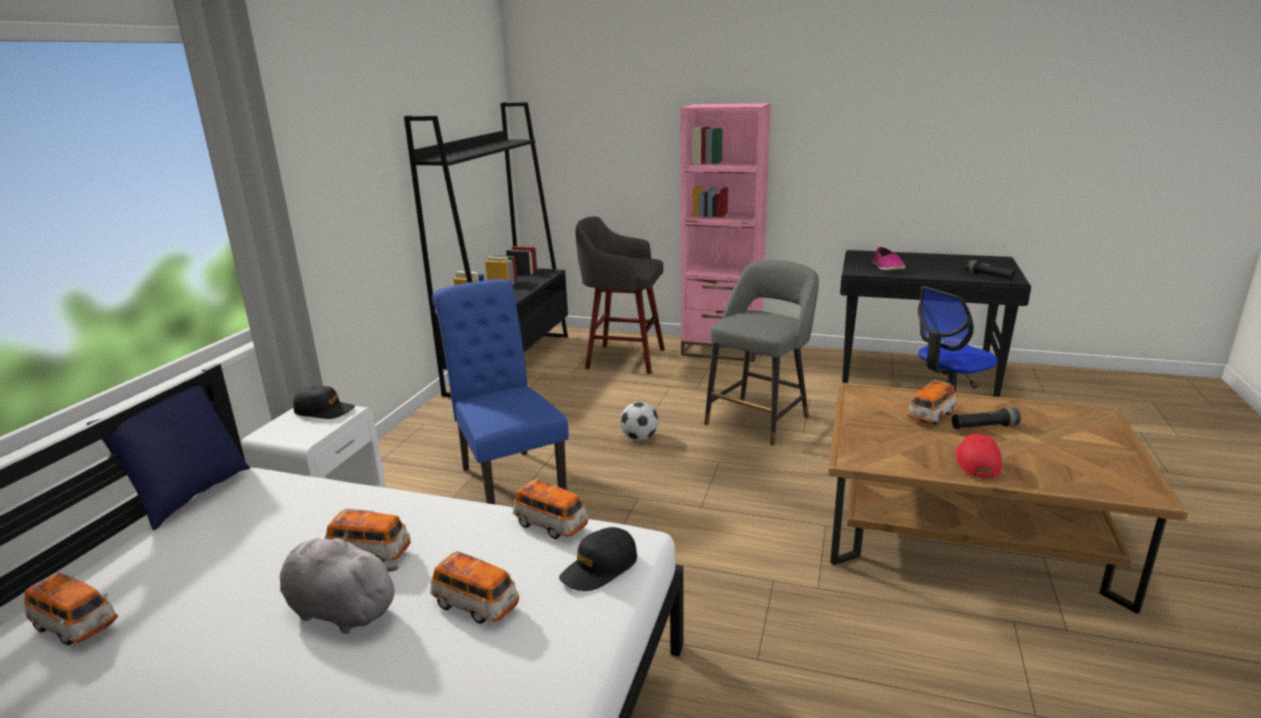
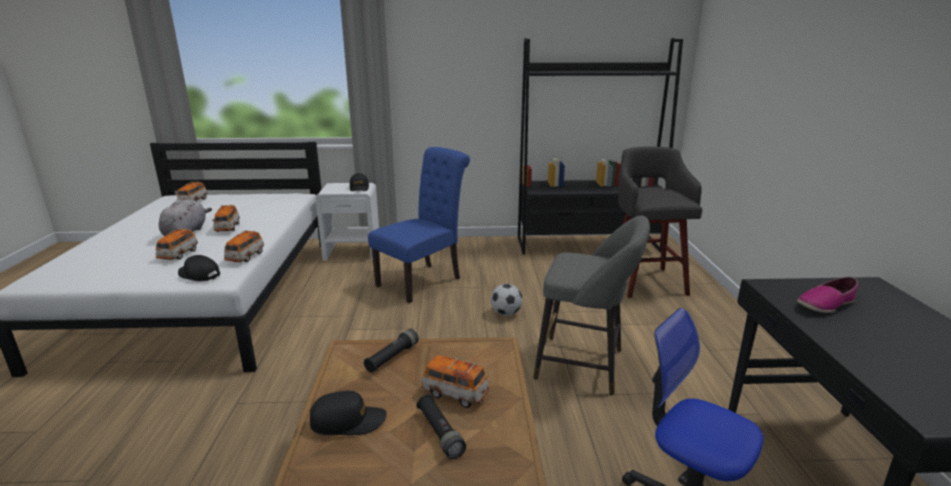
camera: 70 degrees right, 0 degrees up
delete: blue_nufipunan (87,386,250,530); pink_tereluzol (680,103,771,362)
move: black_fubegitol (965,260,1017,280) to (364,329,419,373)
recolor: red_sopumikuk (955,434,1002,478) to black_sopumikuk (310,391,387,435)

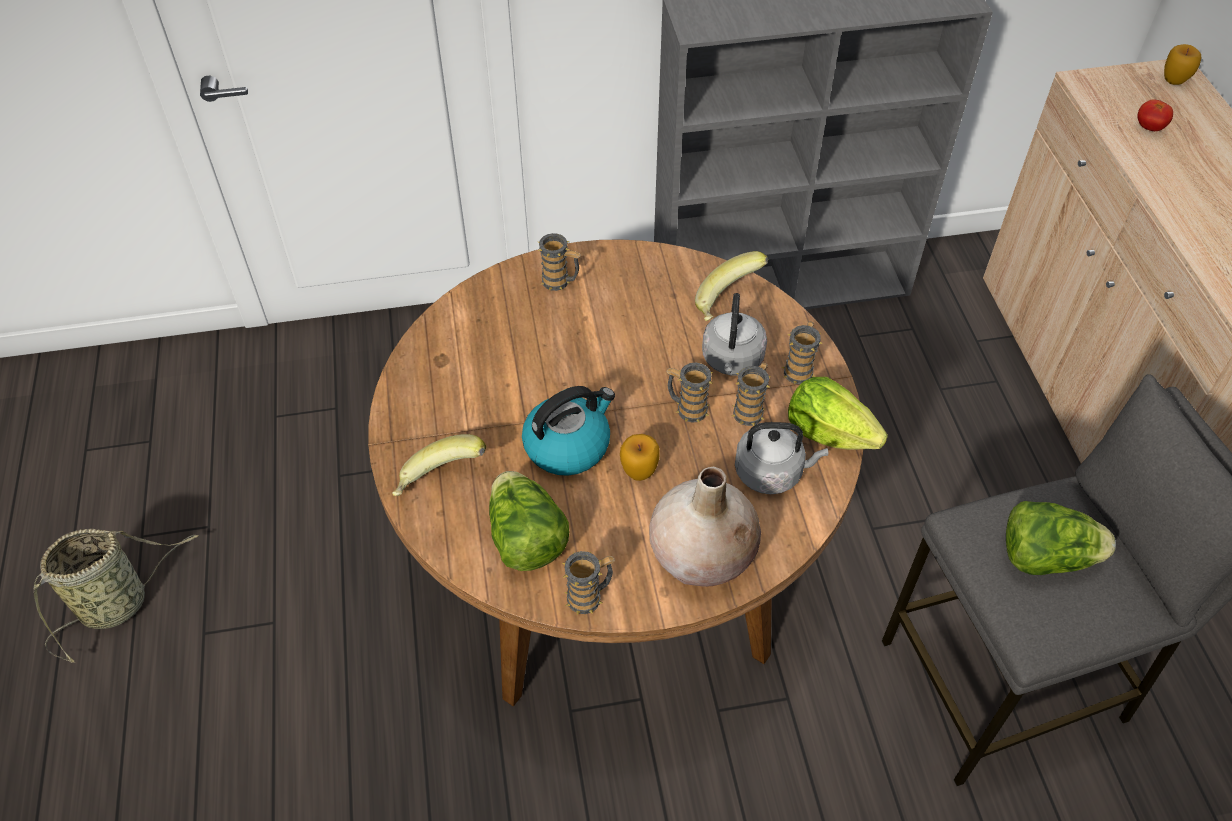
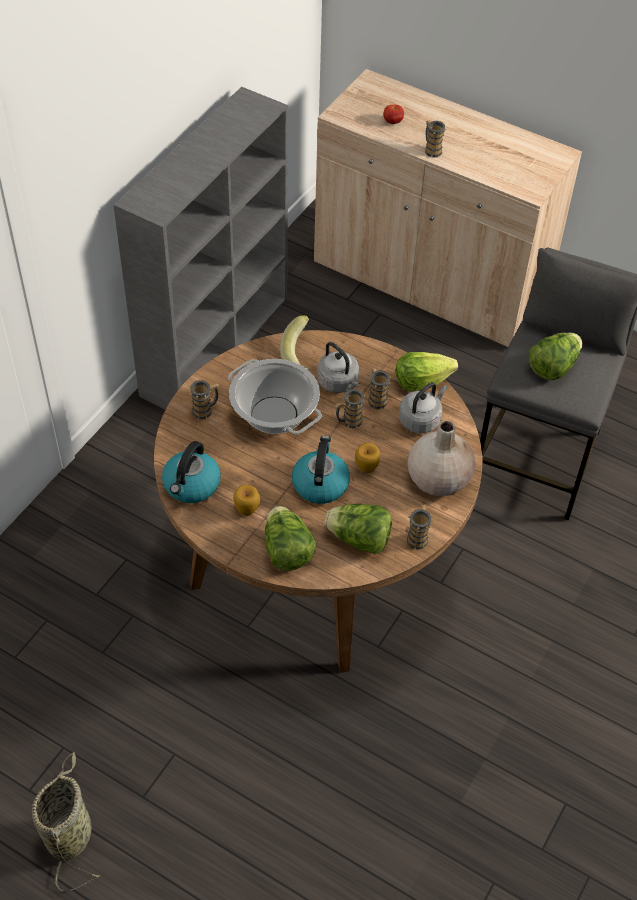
camera: 50 degrees left, 0 degrees up
insert: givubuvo (162,441,221,503); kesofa (228,359,322,434)
move: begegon (782,321,823,385) to (424,121,446,158); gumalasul (1164,44,1201,85) to (233,485,260,516)
replace: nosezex (392,434,486,496) to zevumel (265,506,316,571)

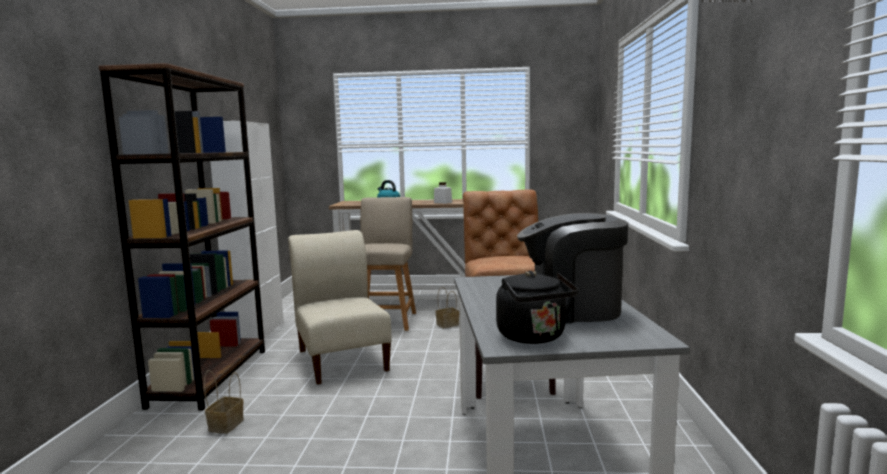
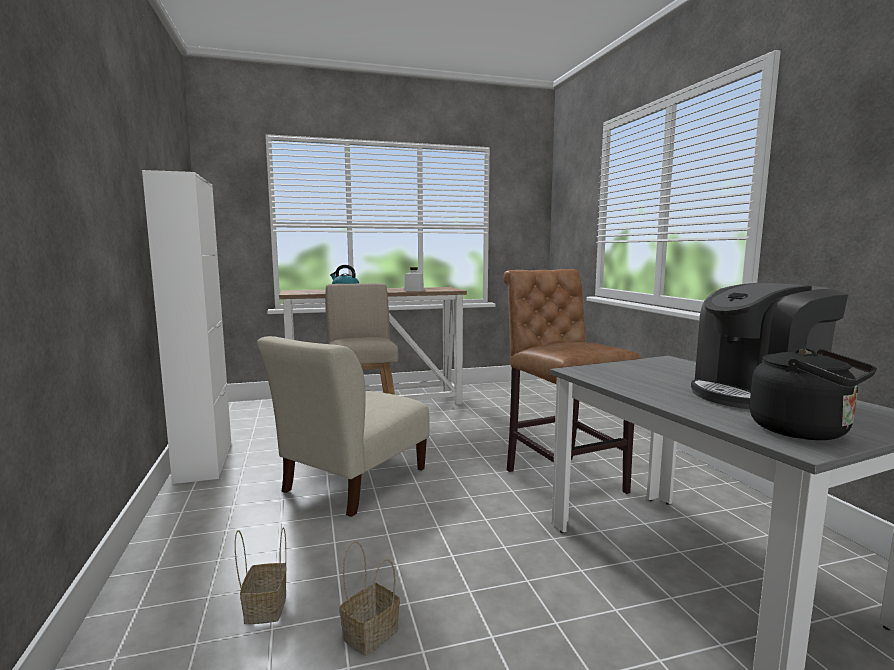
camera: 20 degrees left, 0 degrees up
delete: brown_tereluzol (99,63,265,410)
move: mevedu (435,287,459,329) to (339,541,400,656)
rotate: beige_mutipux (288,230,392,385) = (257,336,430,517) 105 degrees counterclockwise

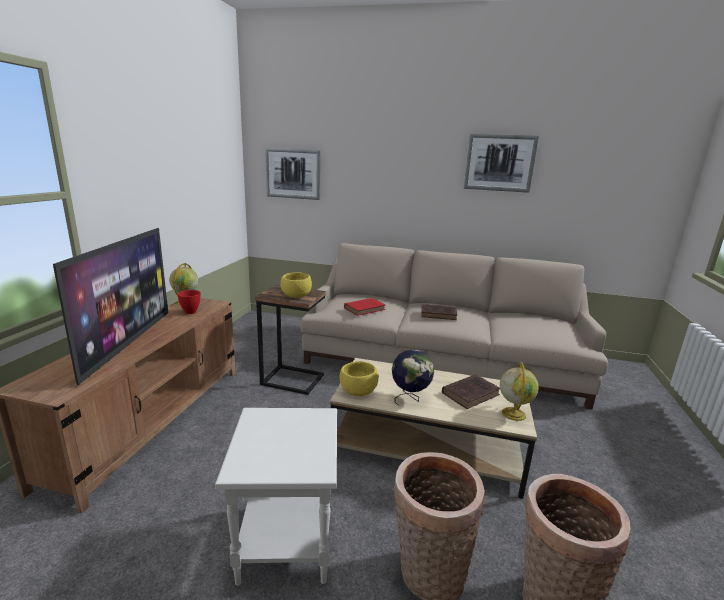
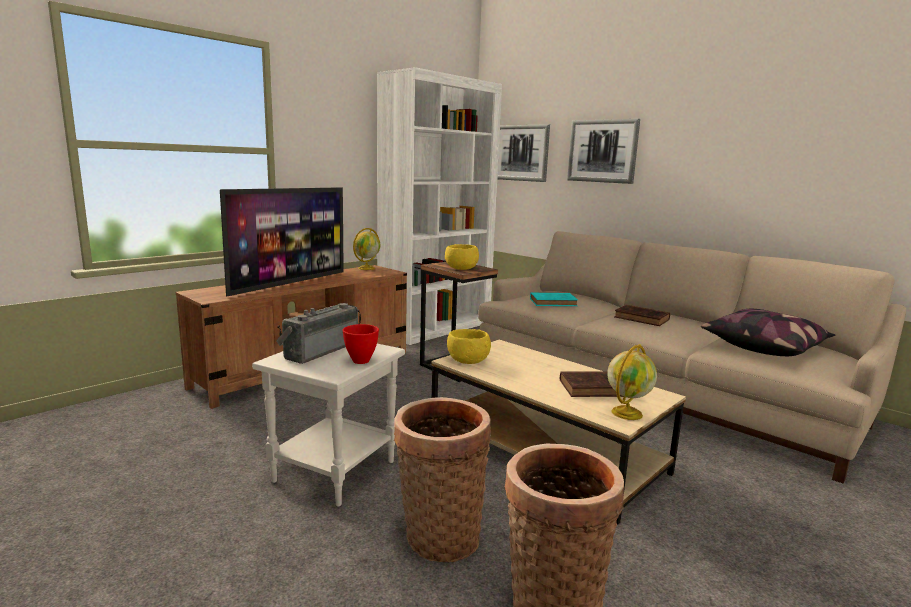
camera: 30 degrees right, 5 degrees down
delete: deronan (392,350,434,406)
insert: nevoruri (276,303,358,364); white_tereluzol (377,67,502,345); nufipunan (701,309,835,356)
move: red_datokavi (177,290,201,314) to (343,324,379,364); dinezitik (464,134,539,193) to (567,119,640,184)
recolor: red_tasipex (344,298,385,316) to turquoise_tasipex (530,293,578,306)

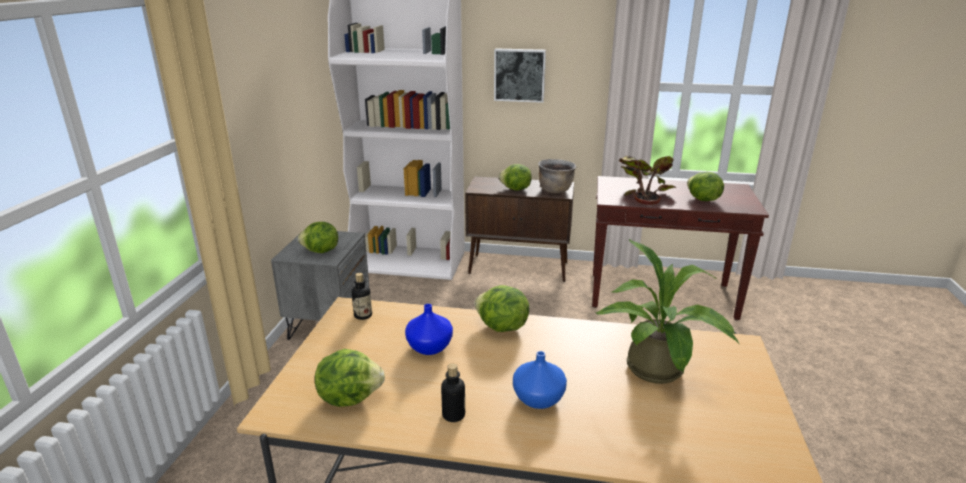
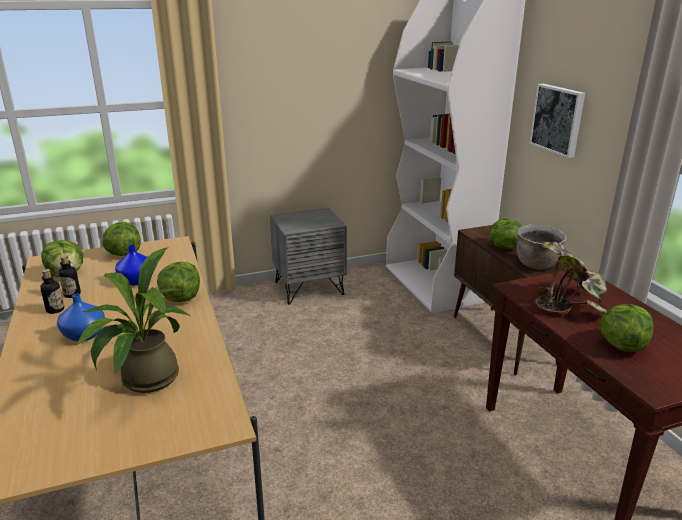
camera: 60 degrees right, 0 degrees up
move: zevumel (298,222,338,253) to (103,222,141,256); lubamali (351,273,372,320) to (58,255,81,298)

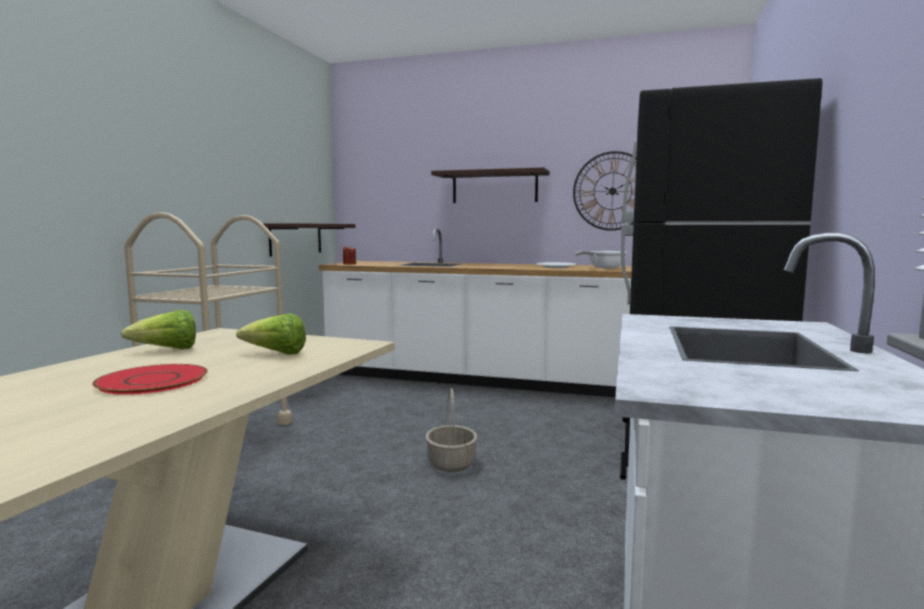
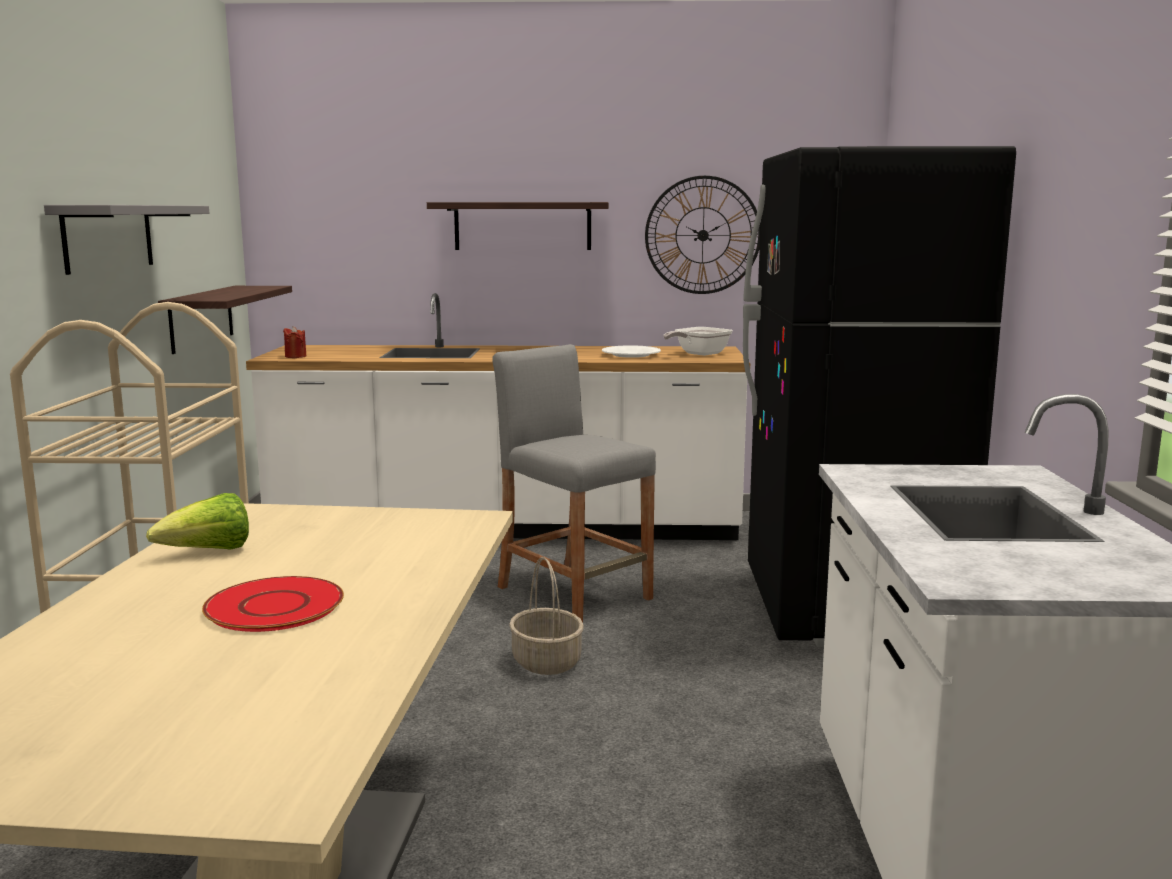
camera: 15 degrees left, 5 degrees up
delete: zevumel (236,313,306,355)
insert: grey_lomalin (44,205,209,275); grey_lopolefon (492,344,656,622)

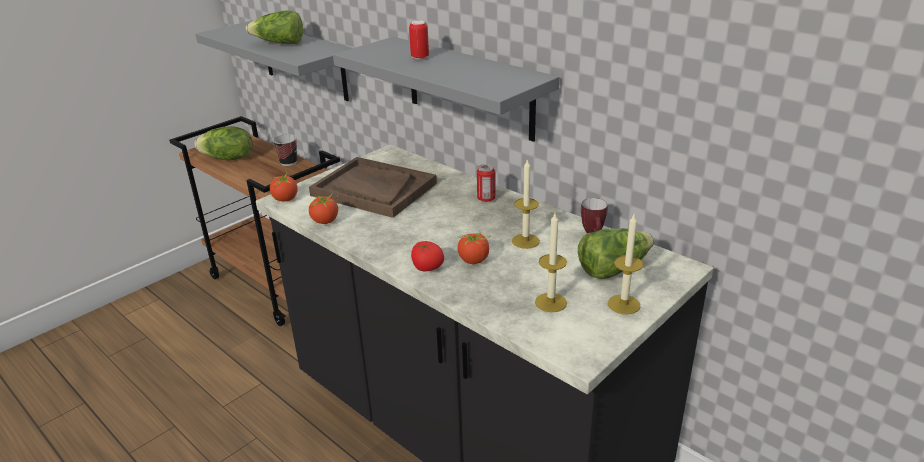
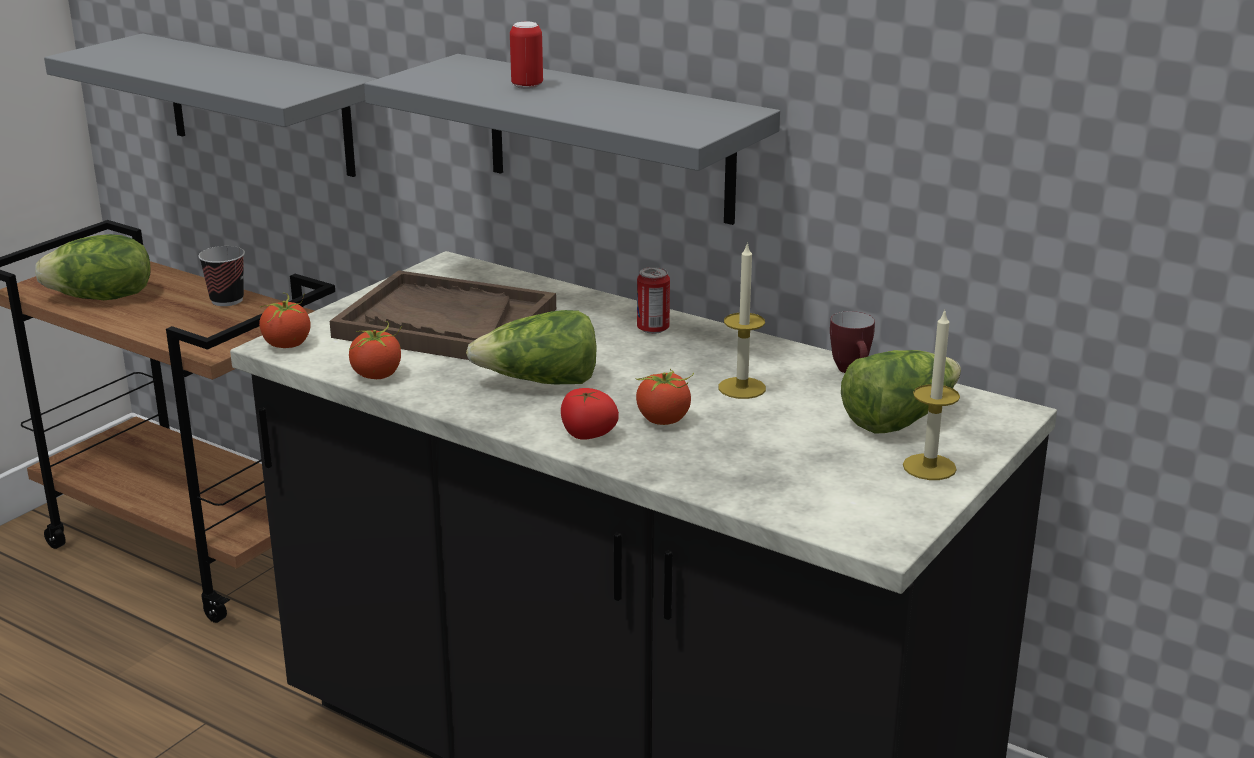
camera: 10 degrees left, 5 degrees down
delete: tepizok (535,213,567,312)
move: zevumel (246,10,303,44) to (466,310,597,384)

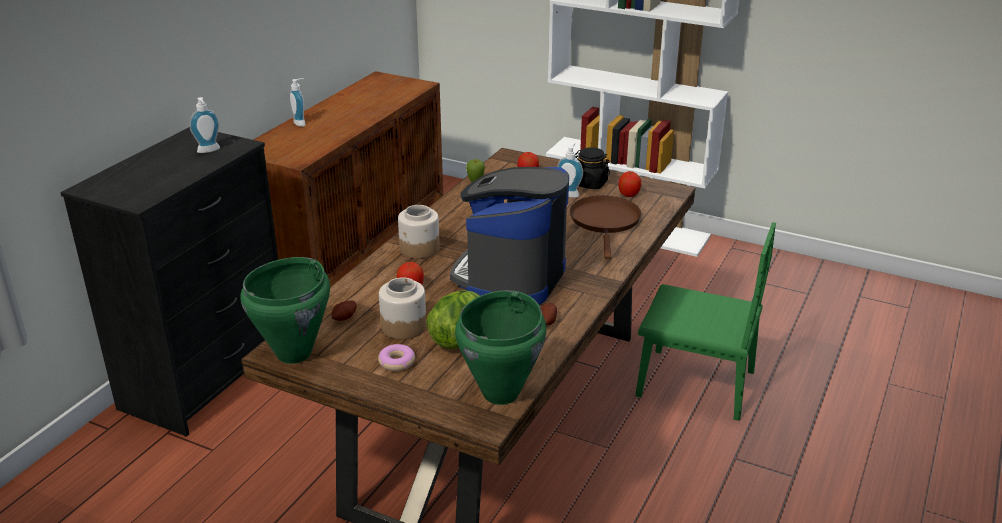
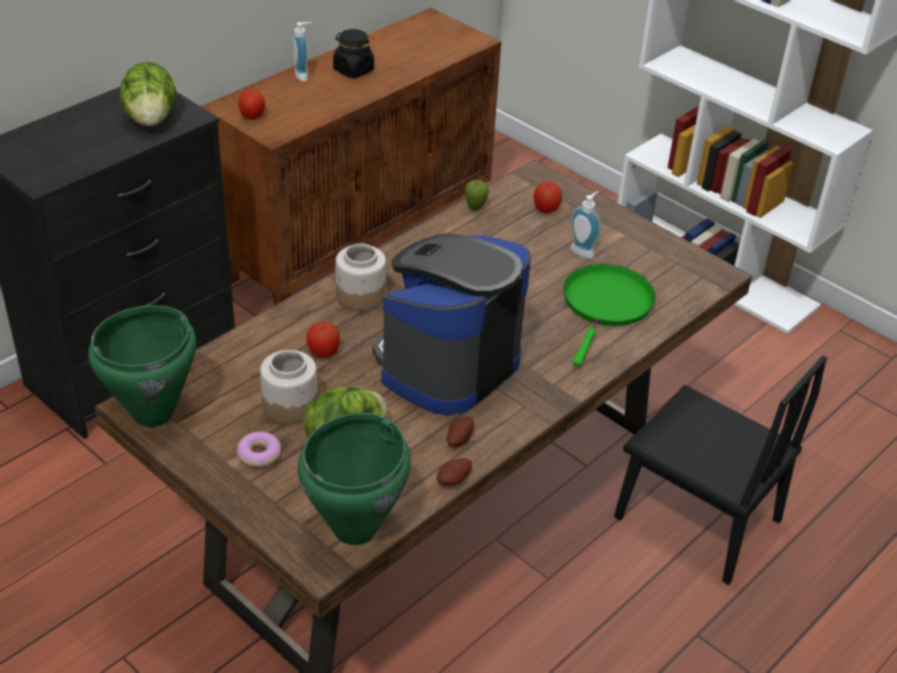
camera: 15 degrees right, 10 degrees up
move: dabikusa (331,301,357,321) to (437,459,472,486); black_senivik (575,147,610,189) to (333,29,374,78); gumalasul (618,171,641,197) to (238,89,265,119)
replace: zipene (189,97,220,153) to zevumel (120,62,176,126)
recolor: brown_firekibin (570,195,641,259) to green_firekibin (563,264,656,366); green_mutipux (636,222,776,421) to black_mutipux (614,355,827,585)

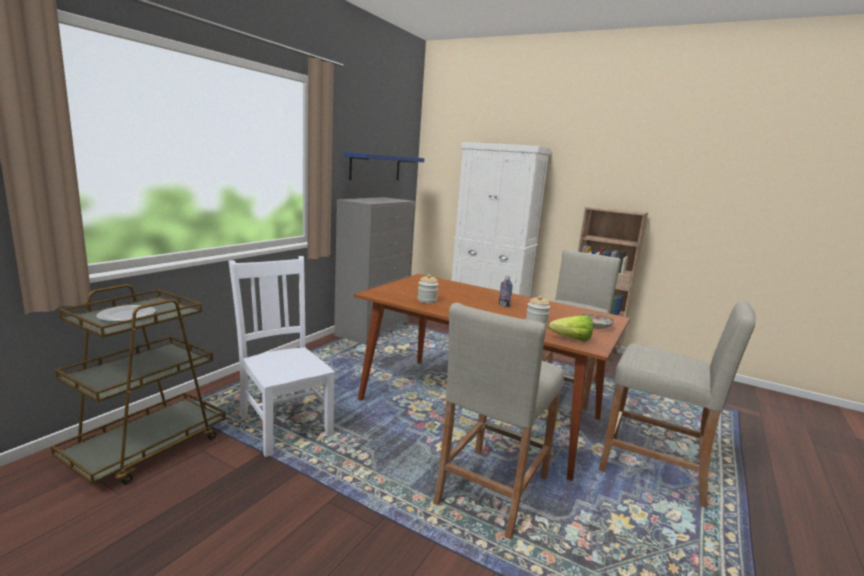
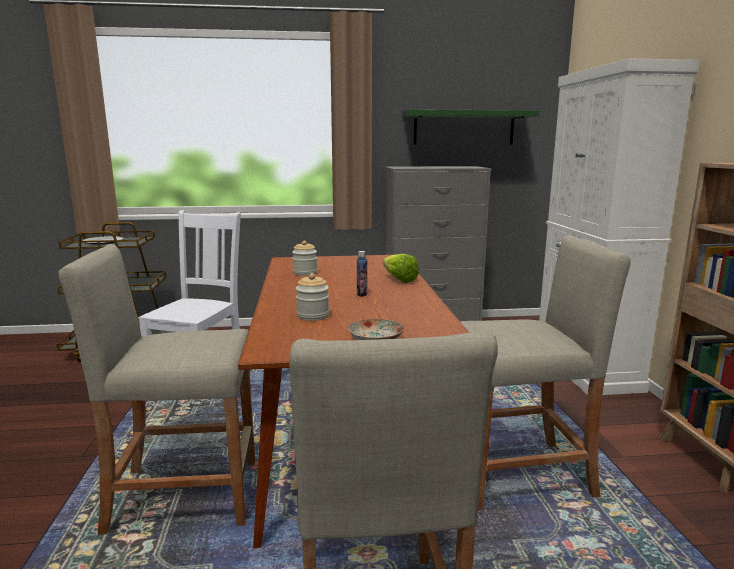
camera: 55 degrees right, 0 degrees up
move: zevumel (548,315,593,342) to (383,254,419,283)
recolor: blue_lomalin (343,152,425,180) to green_lomalin (402,109,539,145)

